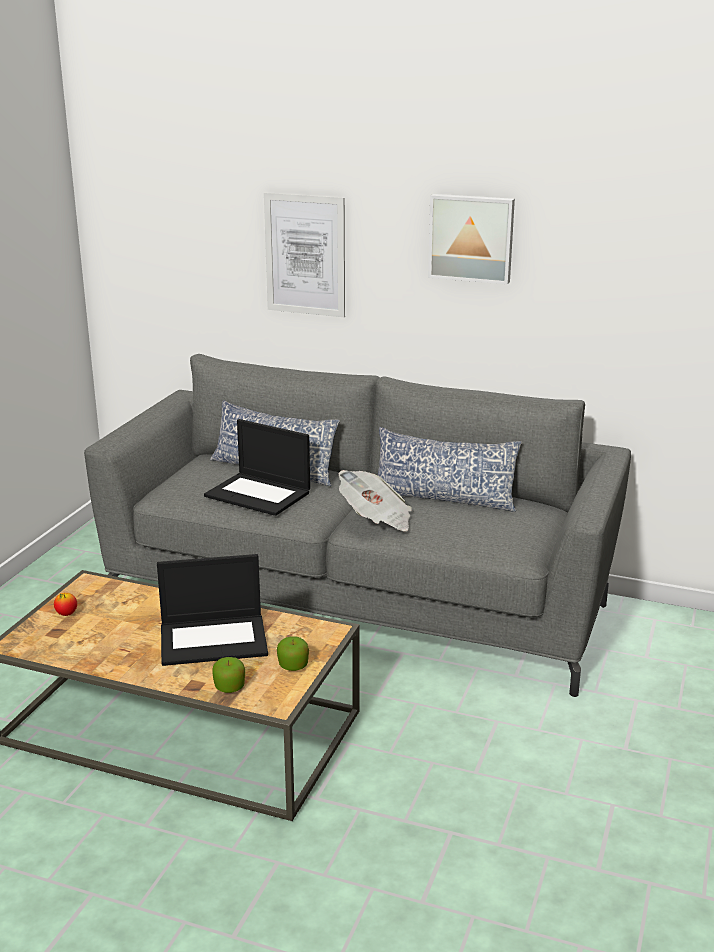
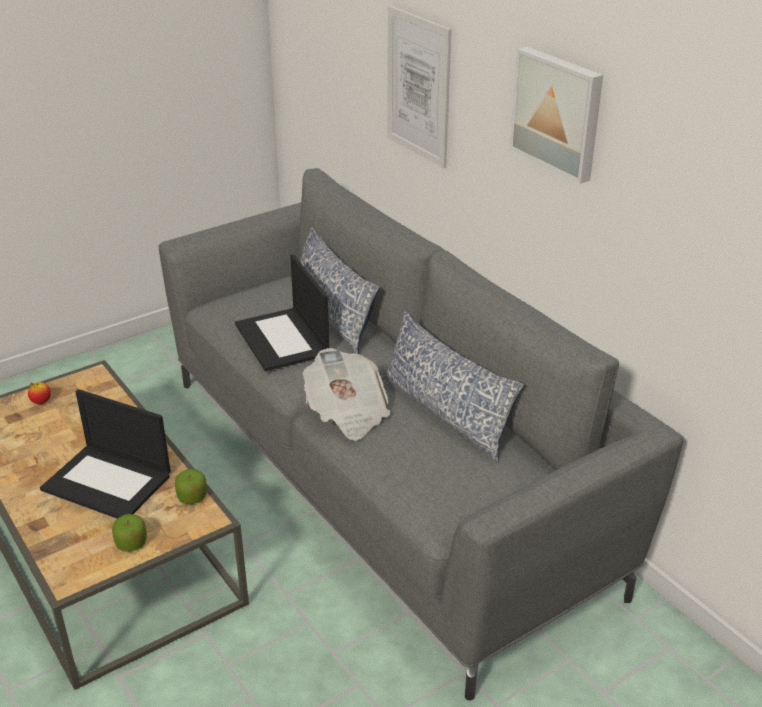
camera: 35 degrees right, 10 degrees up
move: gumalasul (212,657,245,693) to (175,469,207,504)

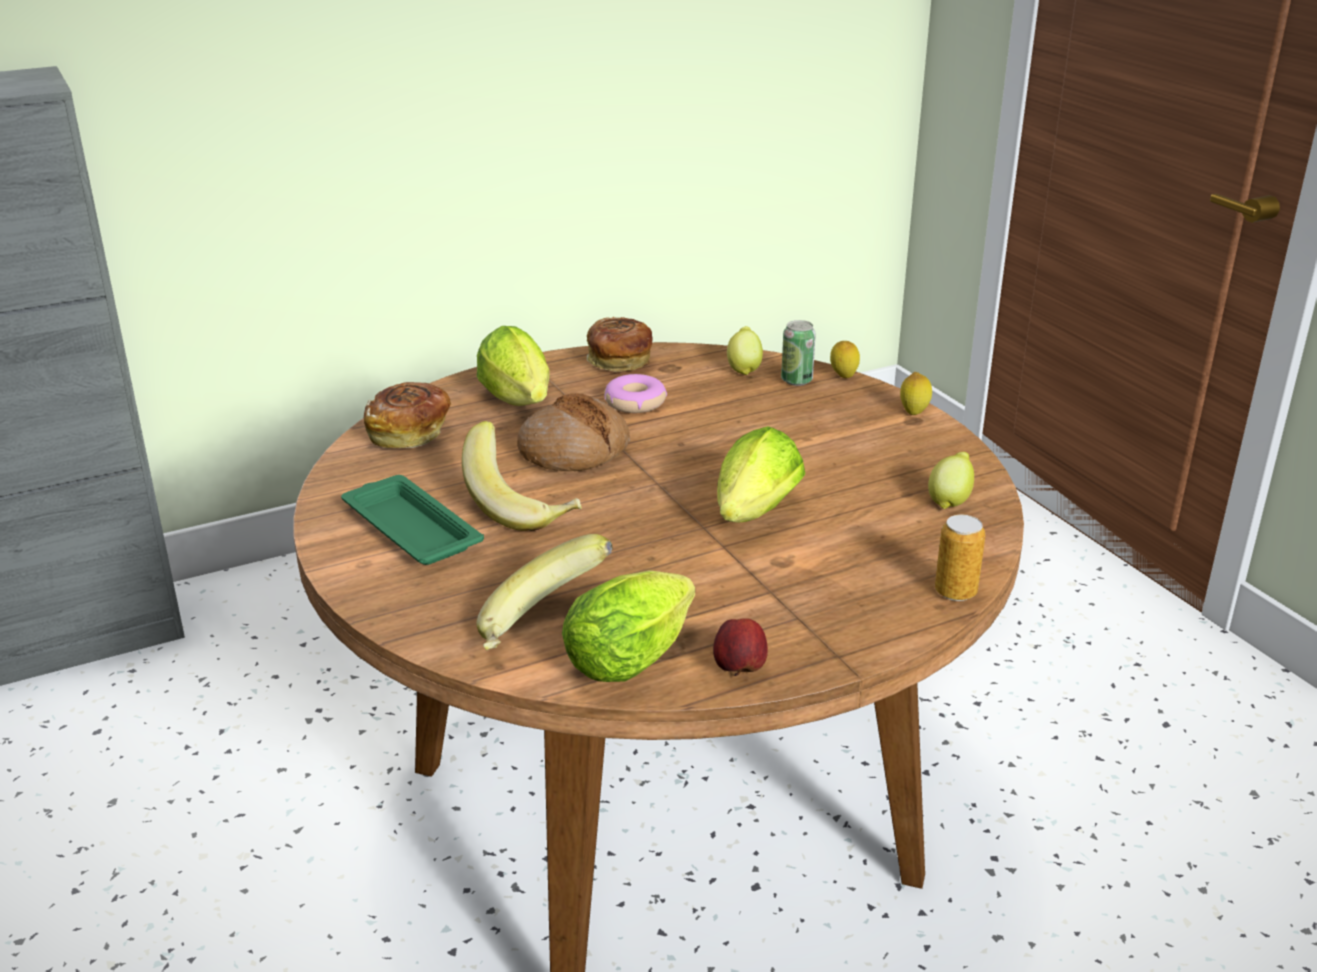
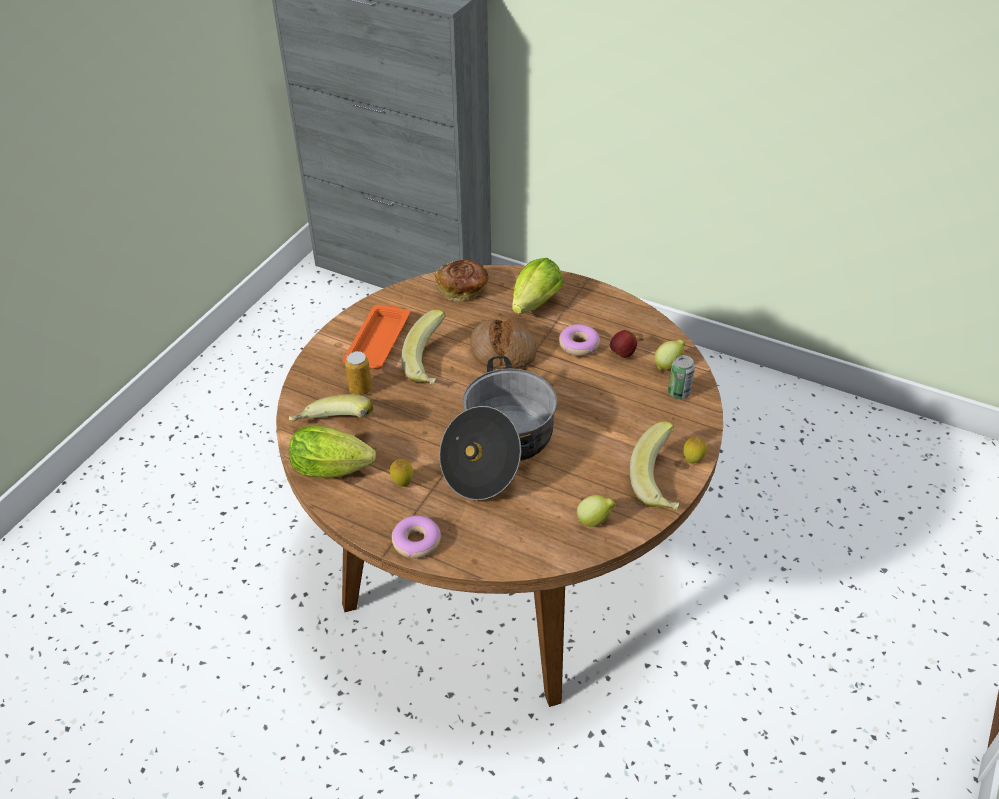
camera: 55 degrees right, 15 degrees up
delete: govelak (587,317,653,372)
insert: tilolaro (392,516,441,558); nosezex (630,421,679,511)
move: gumalasul (713,618,768,676) to (610,330,637,358); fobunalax (830,341,860,378) to (390,459,413,487); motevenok (935,515,986,601) to (345,351,372,395)
replace: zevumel (717,426,805,522) to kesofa (439,356,557,500)
recolor: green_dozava (341,475,484,565) to orange_dozava (342,305,410,370)

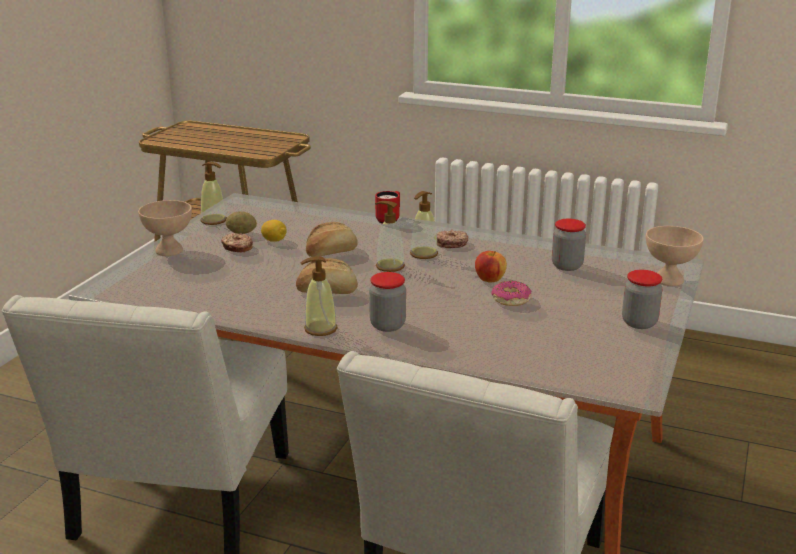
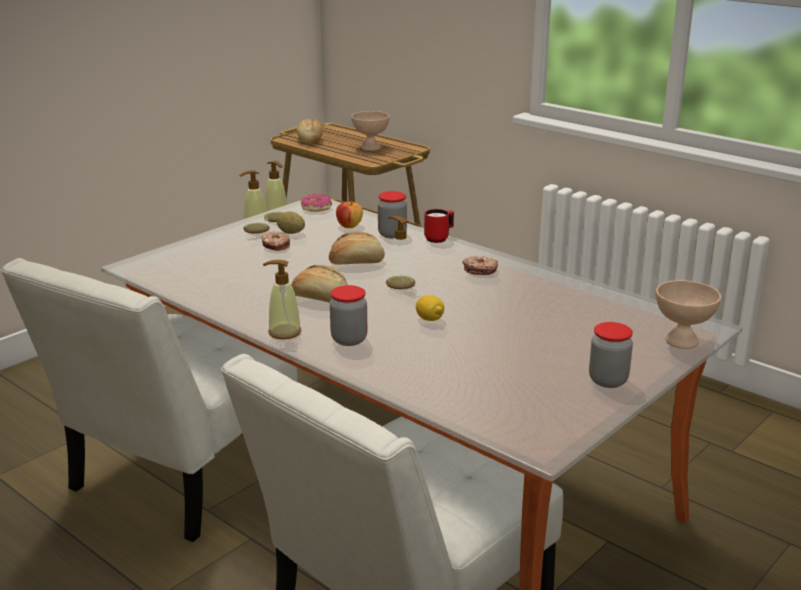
camera: 20 degrees right, 0 degrees up
insert: govelak (297,119,323,145)
move: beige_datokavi (138,200,192,256) to (351,111,390,151); fobunalax (261,220,286,242) to (416,295,444,321); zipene (410,191,438,259) to (239,170,270,234); gumalasul (475,251,507,283) to (336,201,363,228); tilolaro (491,281,532,306) to (301,194,332,212); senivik (552,219,586,271) to (378,191,407,239)

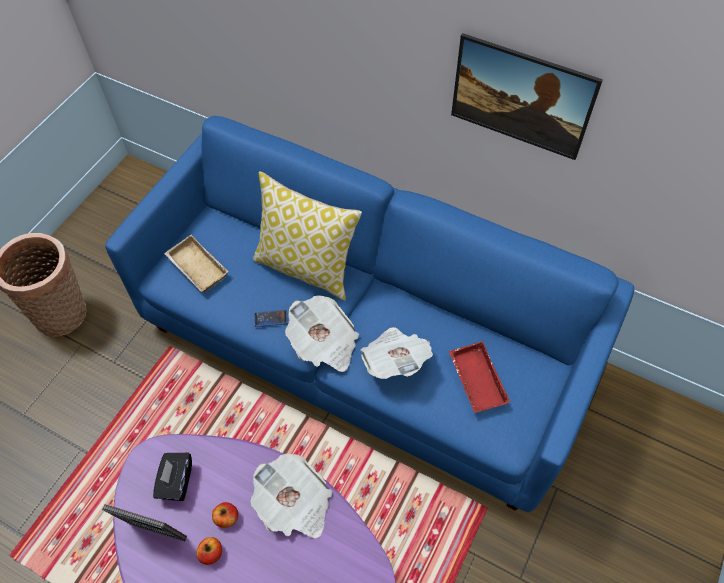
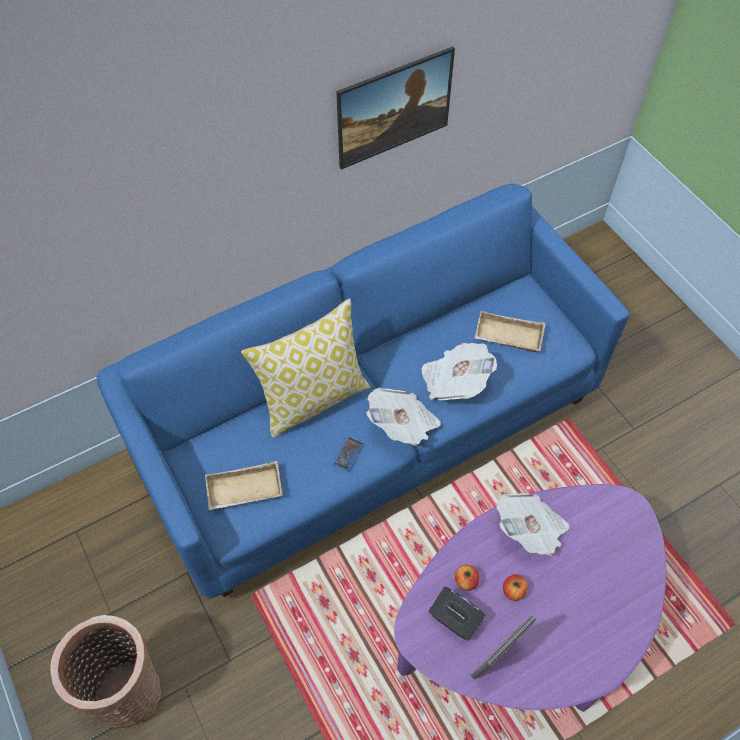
camera: 60 degrees left, 0 degrees up
move: gumalasul (196,537,222,565) to (455,565,479,591)
recolor: red_dozava (449,341,510,413) to beige_dozava (474,311,545,352)

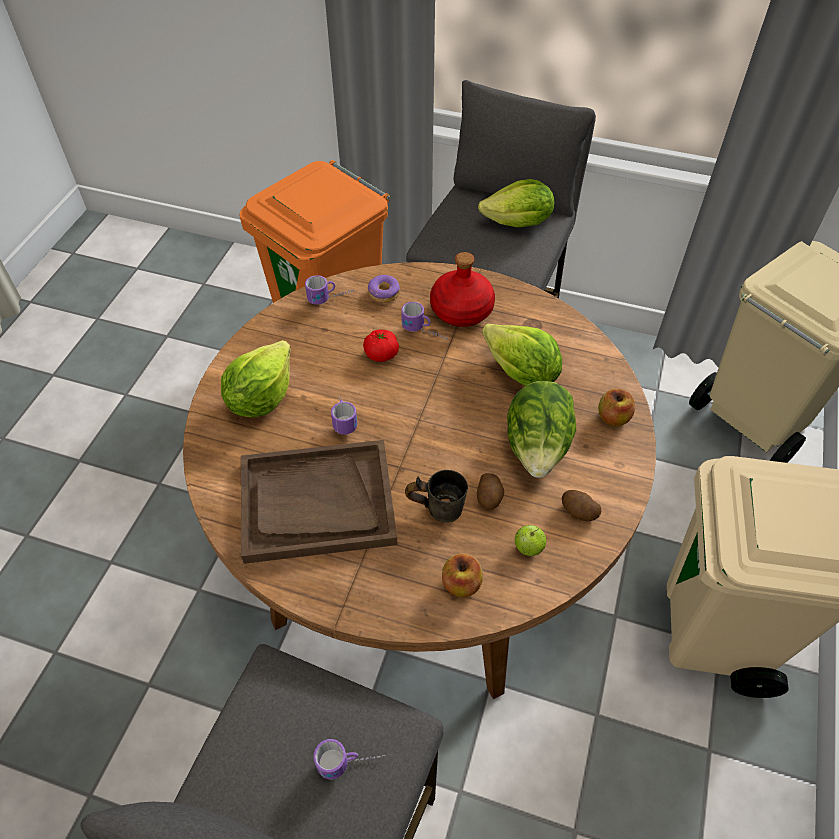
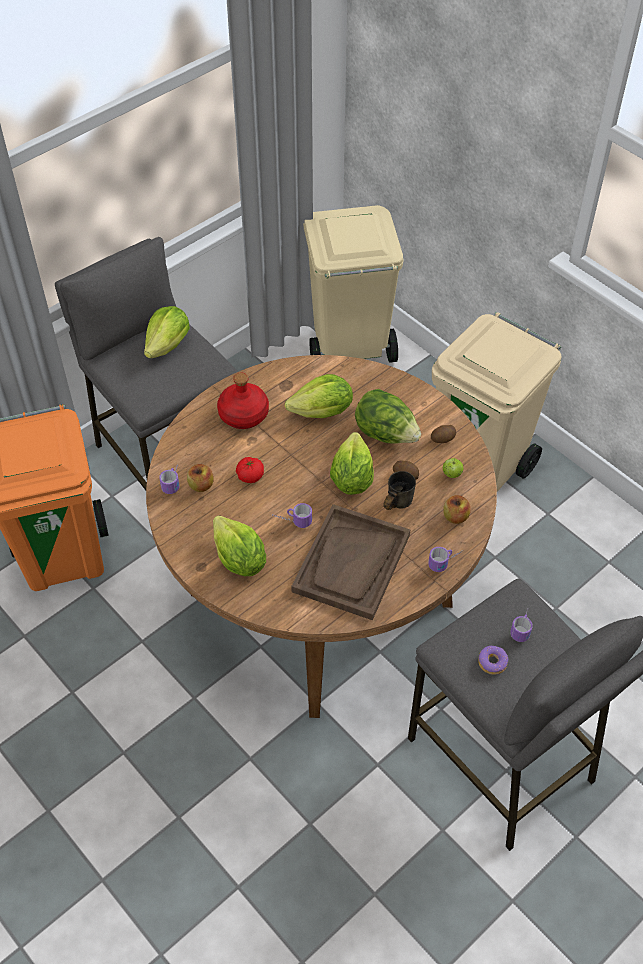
camera: 60 degrees left, 0 degrees up
insert: zevumel (330,432,374,495)
move: tilolaro (368,275,400,303) to (478,646,508,675); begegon (401,302,448,340) to (428,547,463,572); gumalasul (598,389,635,426) to (187,464,214,492)

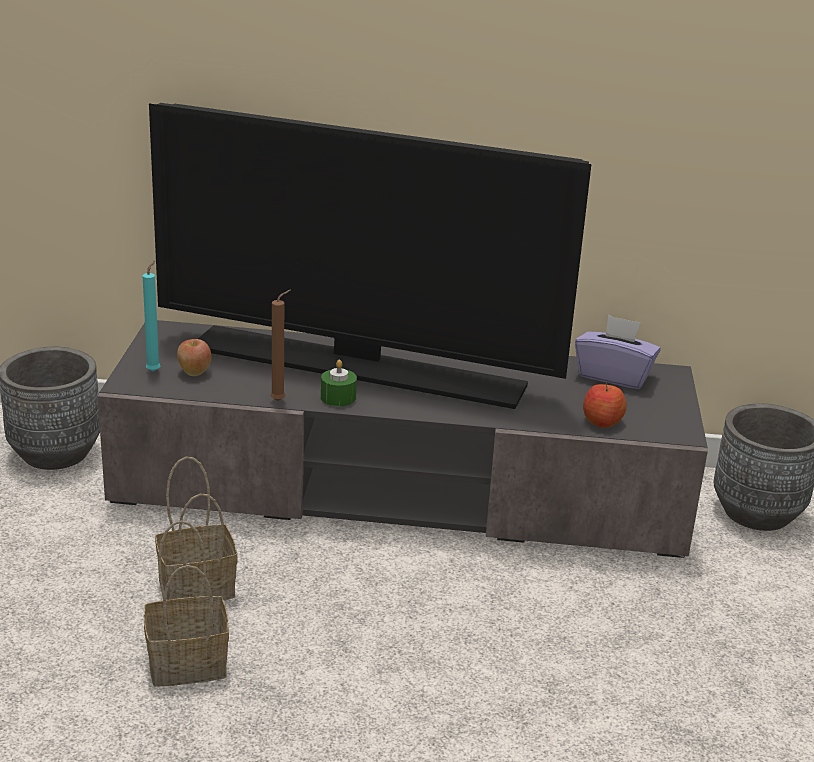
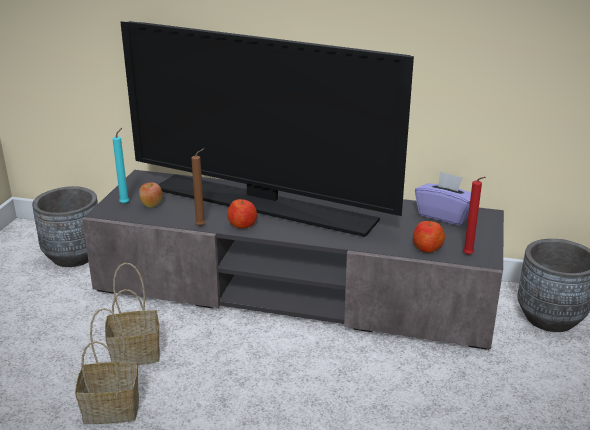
camera: 10 degrees right, 0 degrees up
insert: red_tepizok (463,177,486,255)
replace: green_tepizok (321,360,357,406) to gumalasul (227,199,257,229)

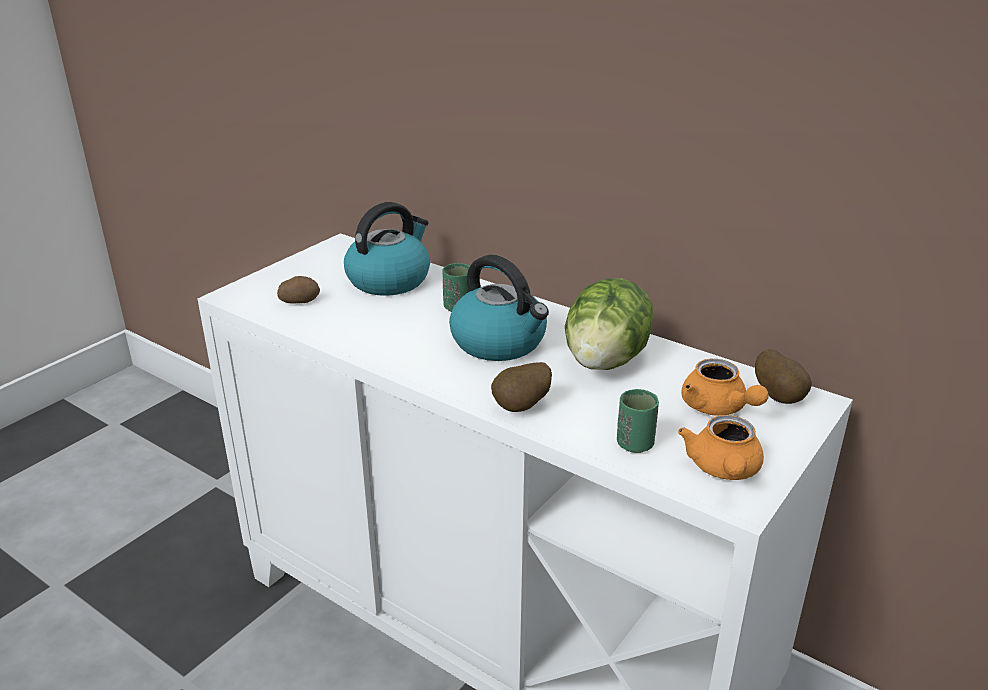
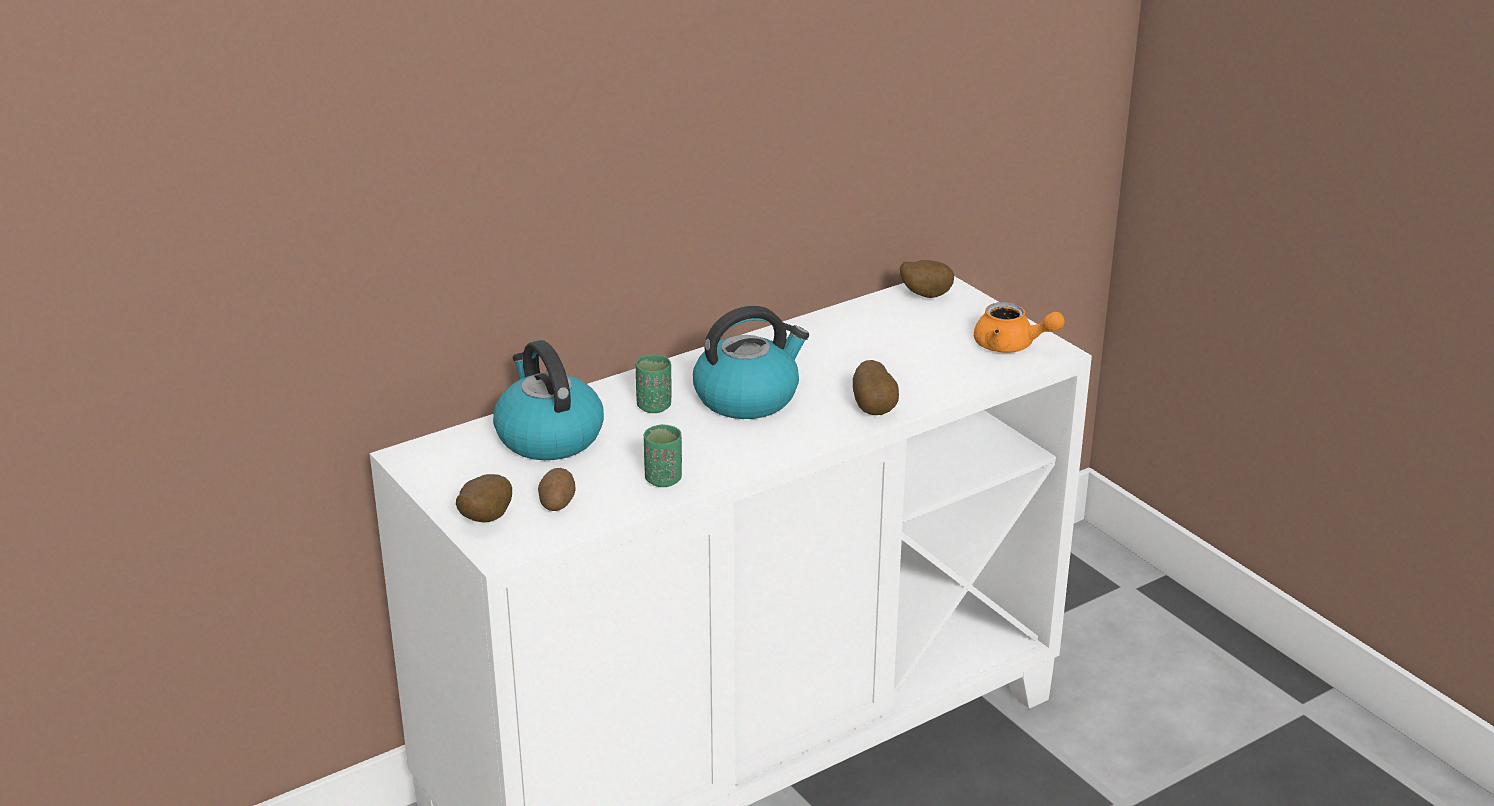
camera: 70 degrees left, 0 degrees up
delete: zevumel (565,278,654,370); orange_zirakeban (682,359,769,416)
insert: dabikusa (456,474,512,522)
move: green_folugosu (617,389,659,453) to (644,424,682,487)

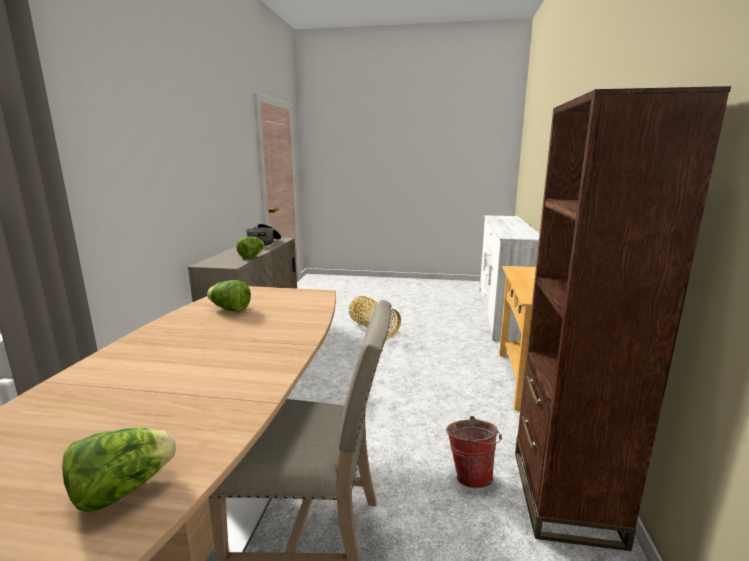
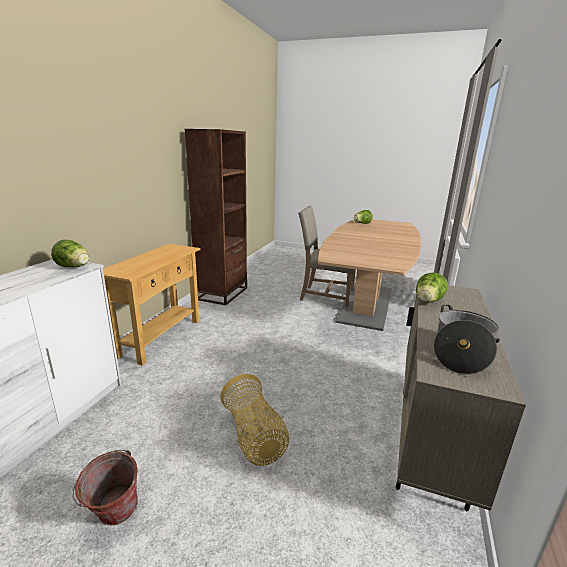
camera: 170 degrees left, 5 degrees up
move: zevumel (207,280,251,312) to (51,239,89,268); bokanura (446,416,502,488) to (73,450,138,526)

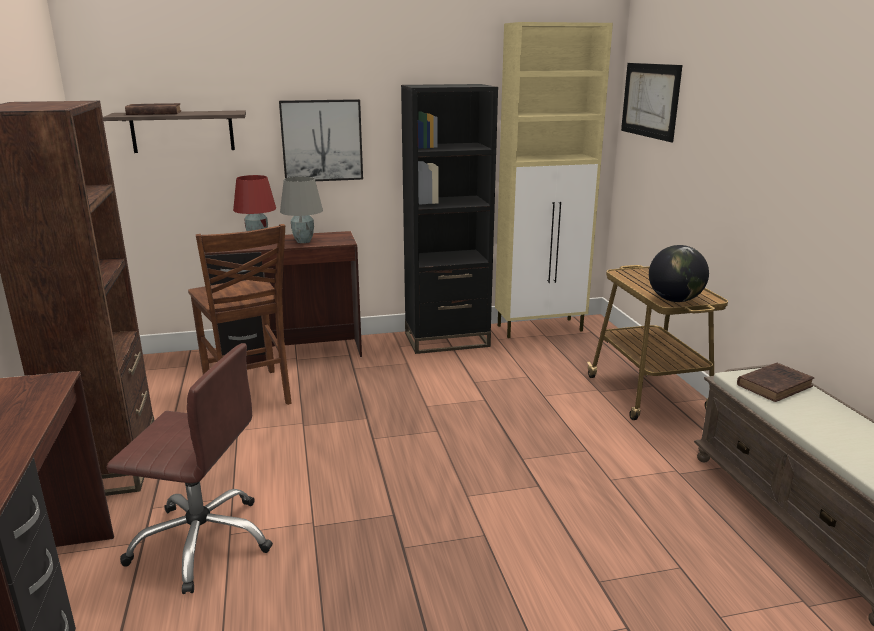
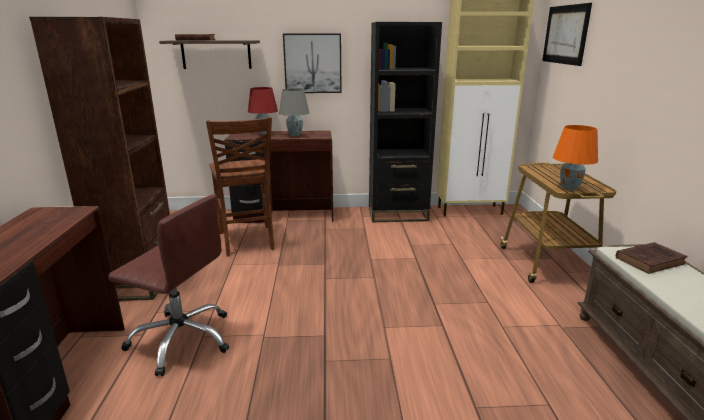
camera: 10 degrees right, 0 degrees up
replace: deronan (649,245,709,302) to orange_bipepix (553,125,598,190)

